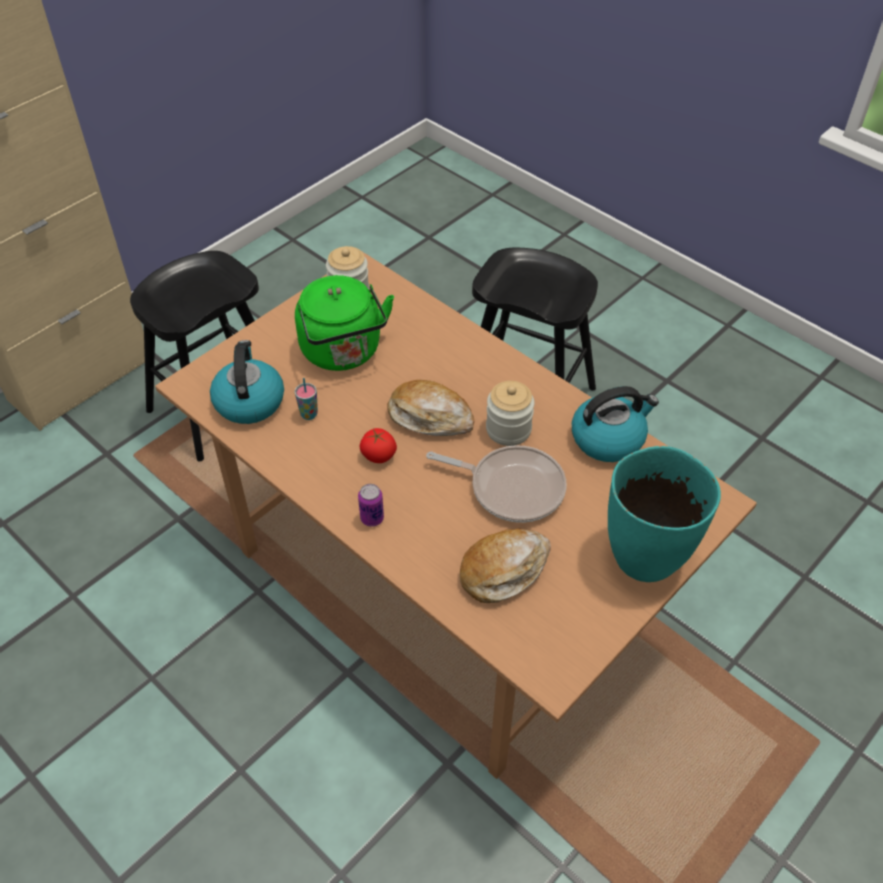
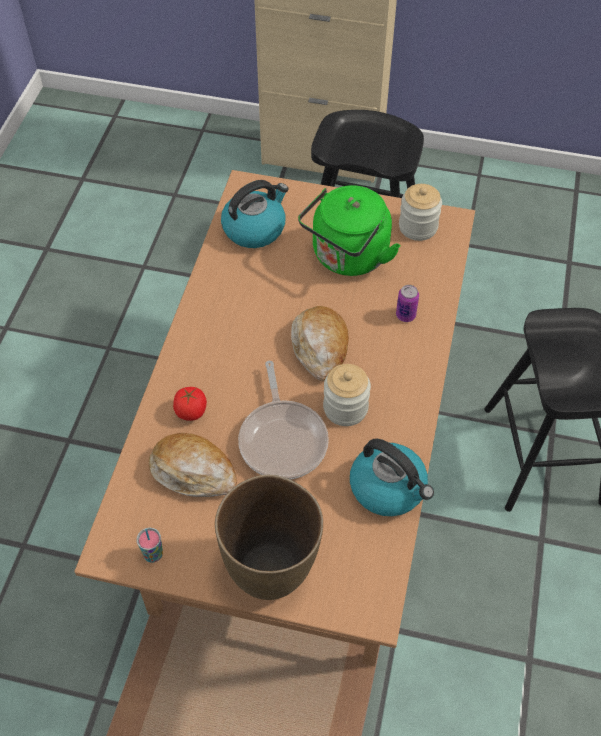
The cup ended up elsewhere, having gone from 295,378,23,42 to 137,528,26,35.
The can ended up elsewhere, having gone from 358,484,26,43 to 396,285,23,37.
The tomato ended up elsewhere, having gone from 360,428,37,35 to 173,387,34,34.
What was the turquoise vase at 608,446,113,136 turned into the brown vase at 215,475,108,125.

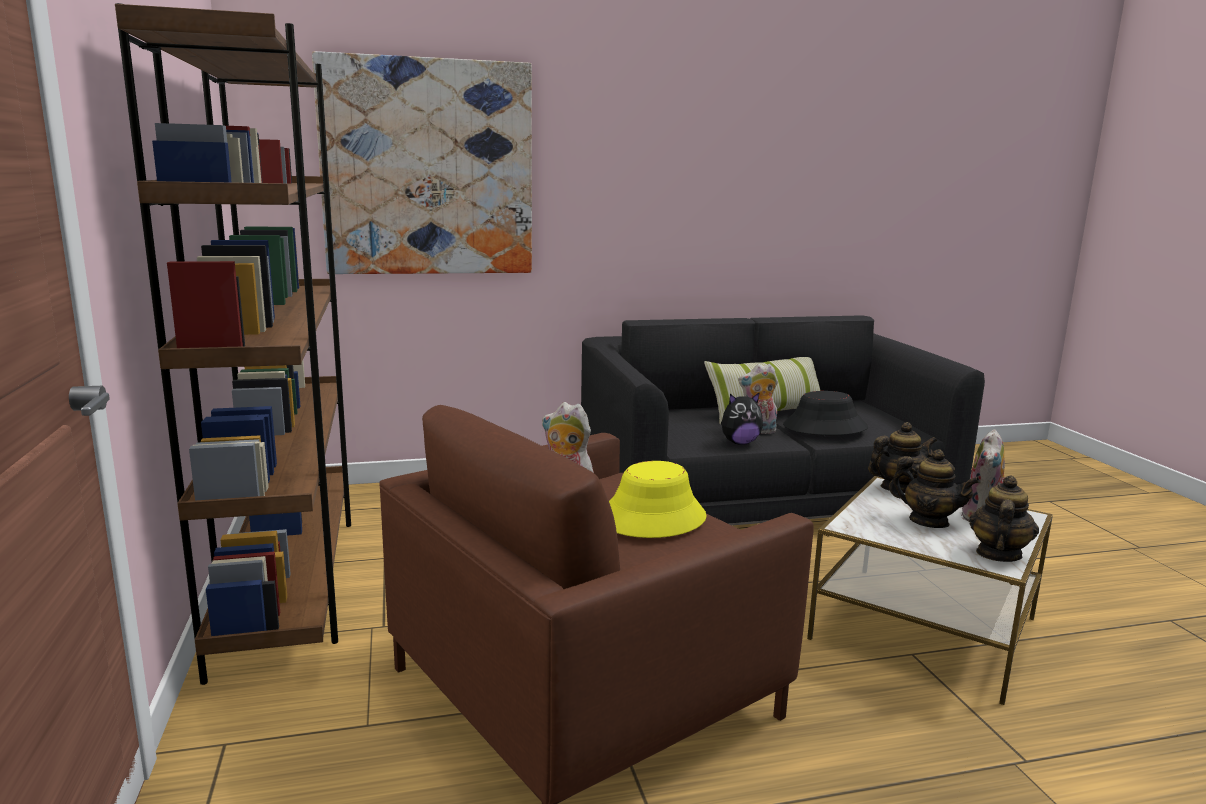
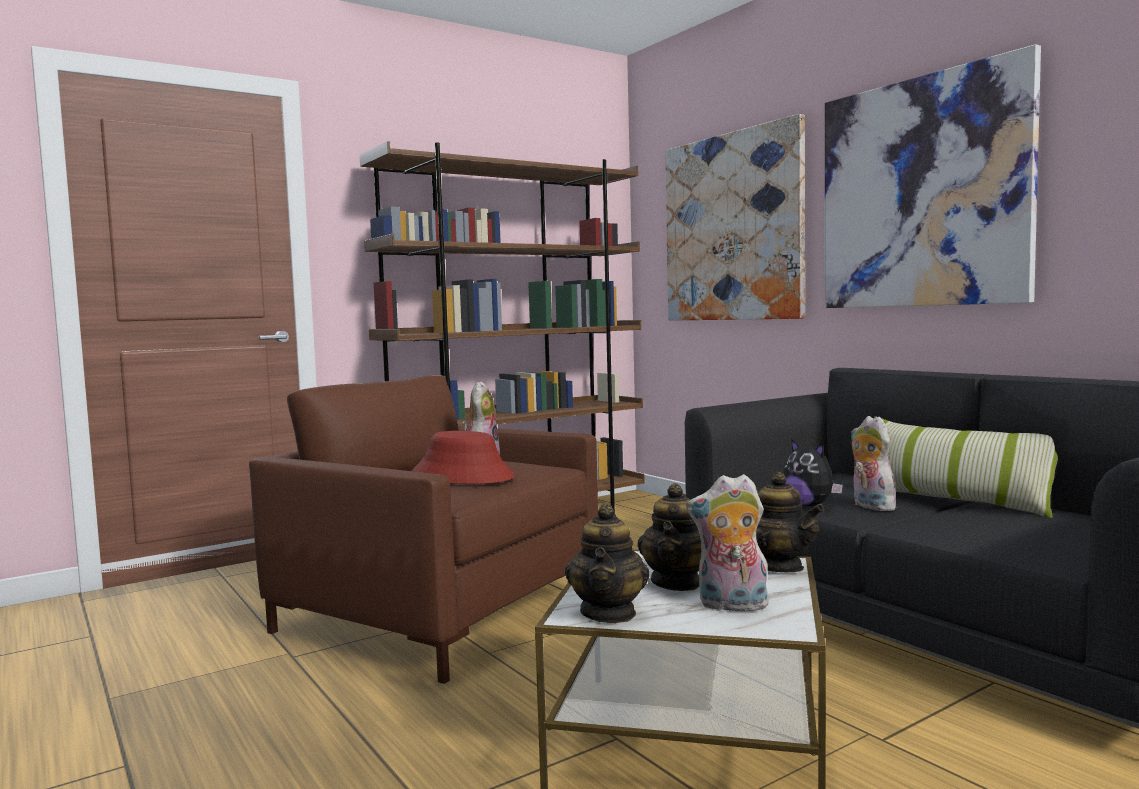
The second view lost the black hat at 783,391,85,44.
The second view gained the picture at 824,44,217,264.
What was the yellow hat at 609,461,98,77 turned into the red hat at 412,431,103,53.
The teapot at 969,476,70,86 ended up facing another way, 90 degrees clockwise from before.

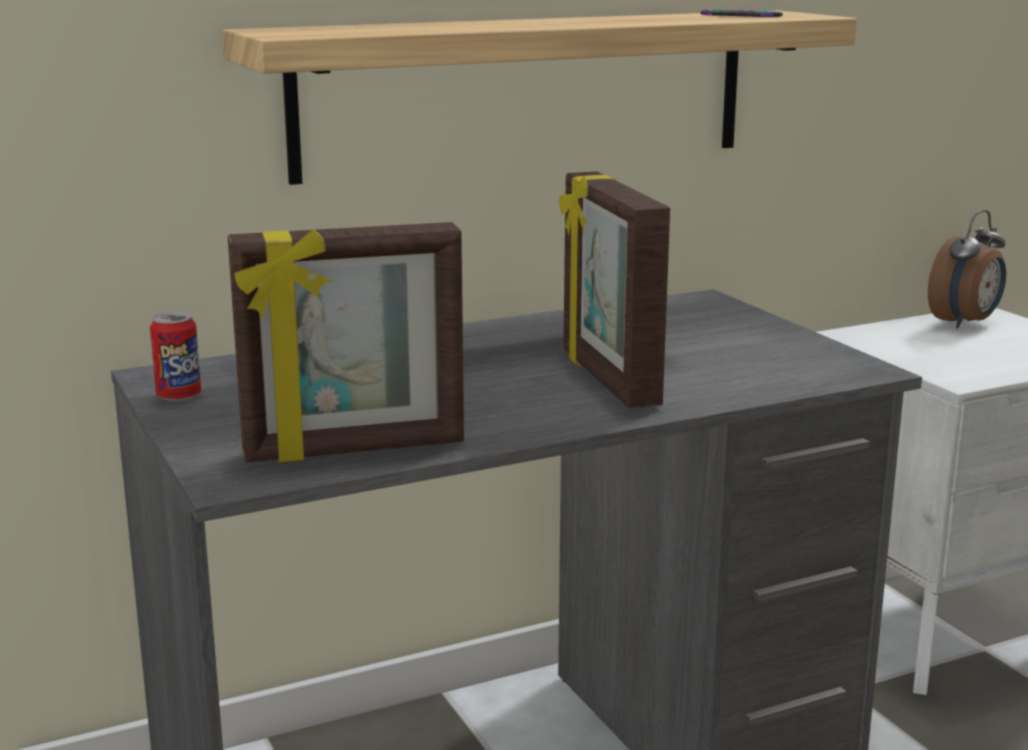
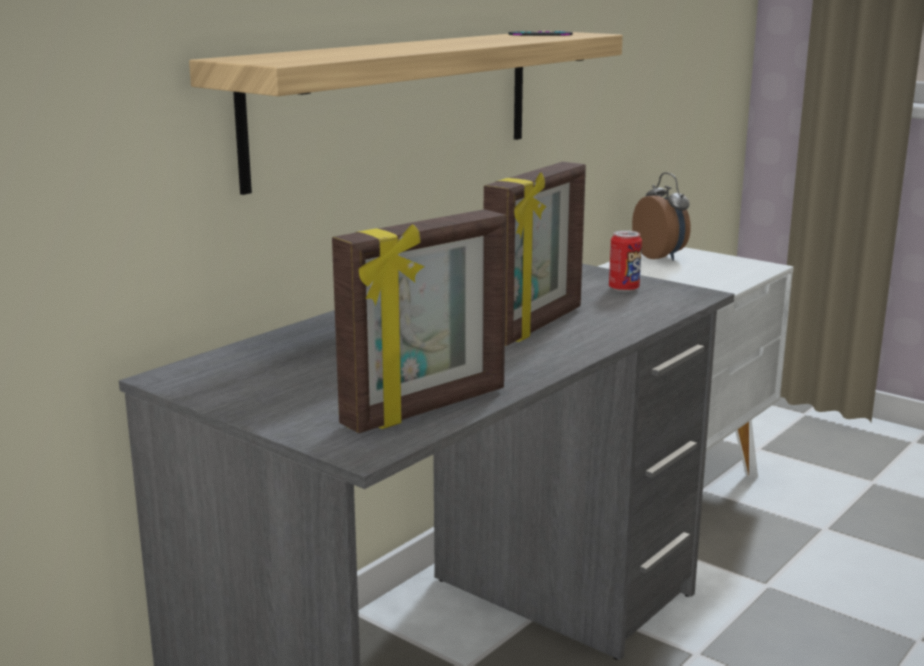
The can ended up elsewhere, having gone from 150,312,51,90 to 609,230,33,62.
The picture frame at 560,171,110,237 ended up facing another way, 105 degrees counterclockwise from before.
The alarm clock at 928,210,78,119 ended up facing another way, 45 degrees counterclockwise from before.

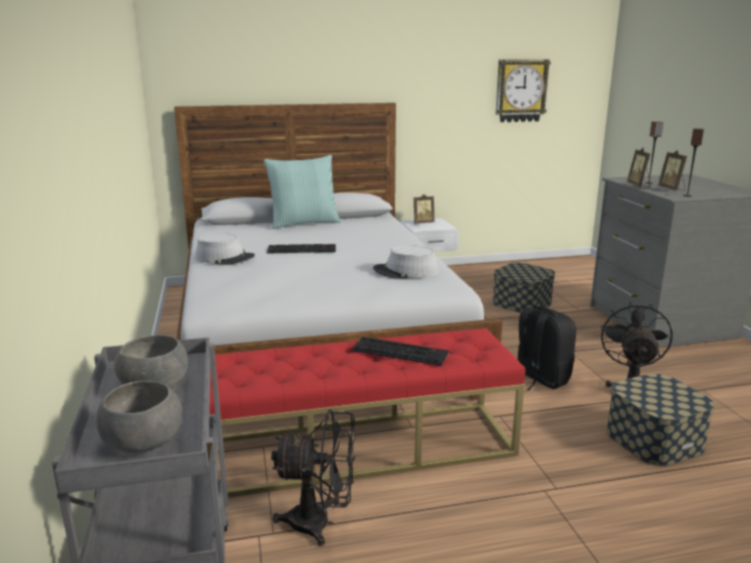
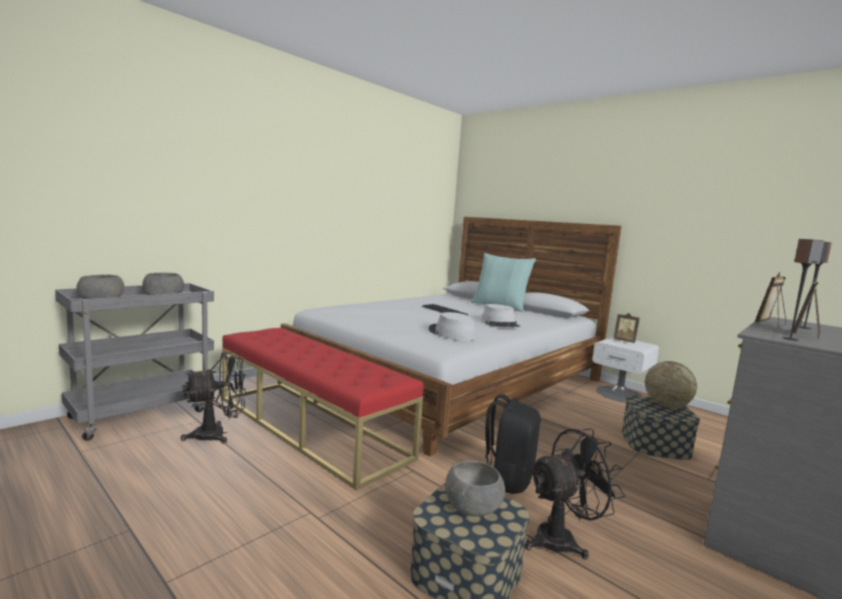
The second view lost the keyboard at 351,337,98,29.
The second view lost the wall clock at 495,59,56,63.
The second view gained the grey bowl at 445,461,60,55.
The second view gained the globe at 645,361,52,47.
The grey hat ended up elsewhere, having gone from 195,233,60,32 to 481,304,39,23.
The black fan at 271,409,85,137 ended up facing another way, 90 degrees counterclockwise from before.

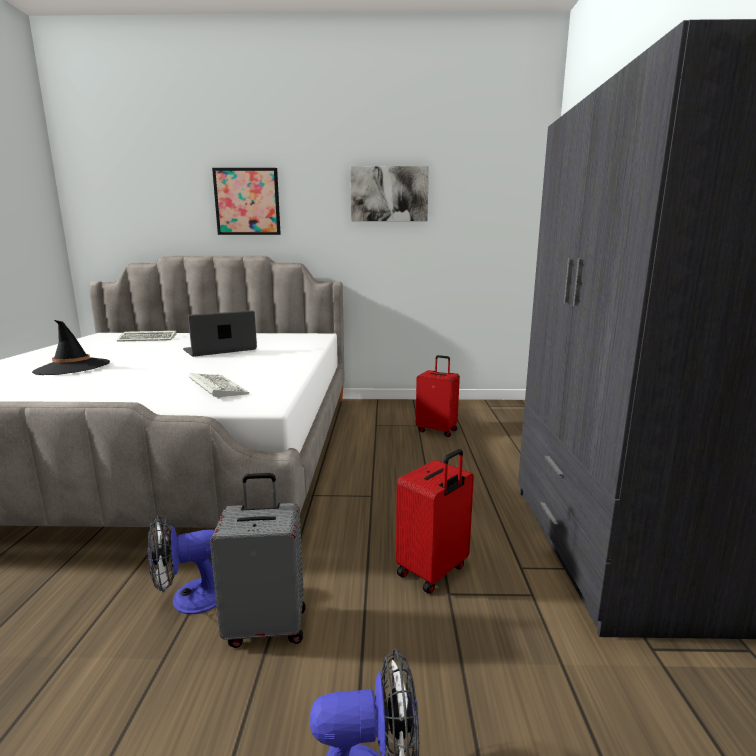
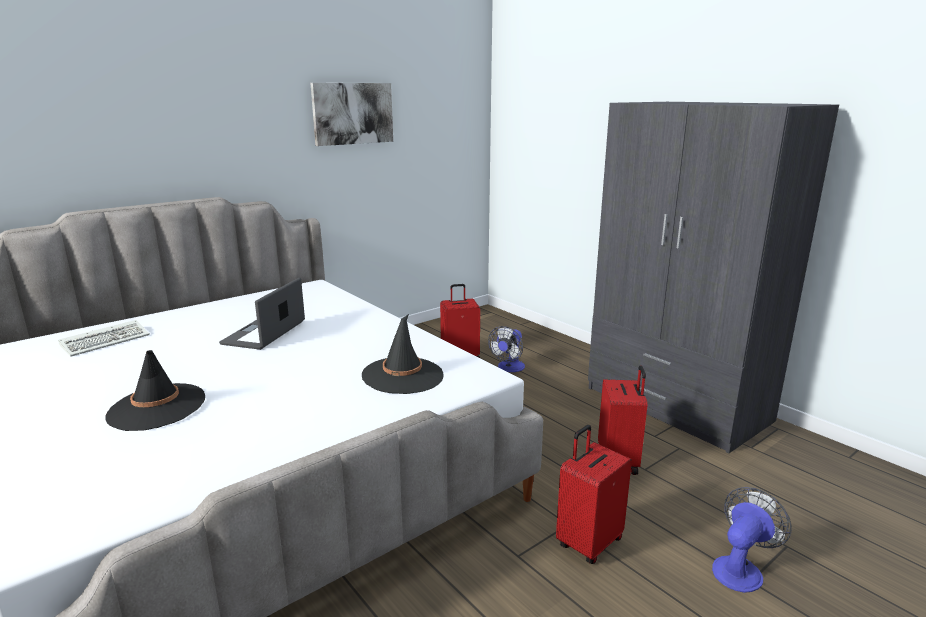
The second view lost the picture at 212,168,69,67.
The fan ended up elsewhere, having gone from 148,515,69,99 to 488,326,37,46.
Where the keyboard stood at 189,373,60,26, the black hat came to stand at 362,314,82,80.
What was the grey suitcase at 210,473,95,175 turned into the red suitcase at 556,425,76,139.

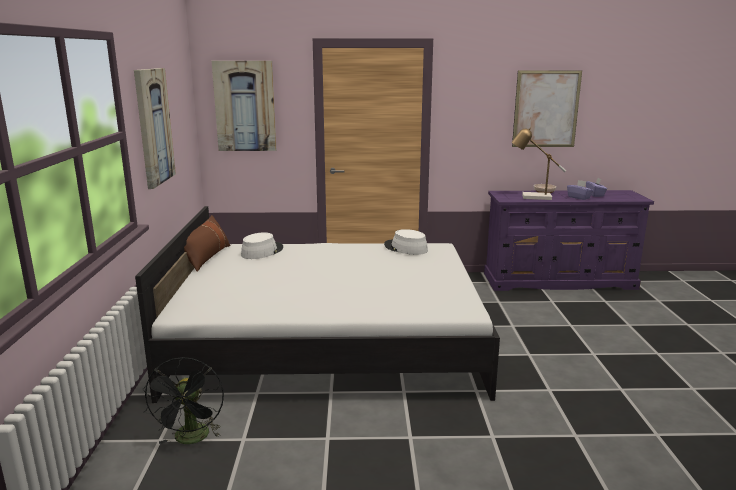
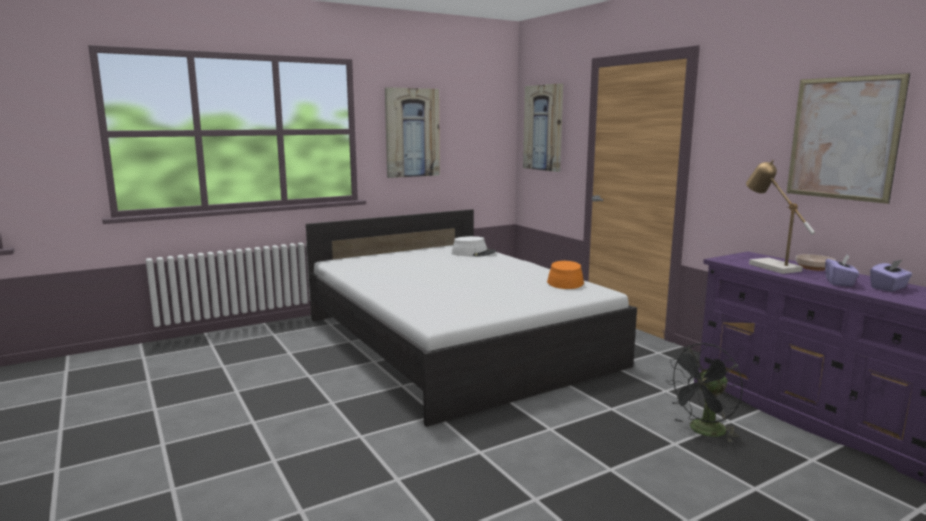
The second view lost the brown pillow at 184,215,47,57.
The black fan ended up elsewhere, having gone from 143,357,81,87 to 665,343,78,100.
What was the white hat at 384,229,44,26 turned into the orange hat at 547,261,37,28.

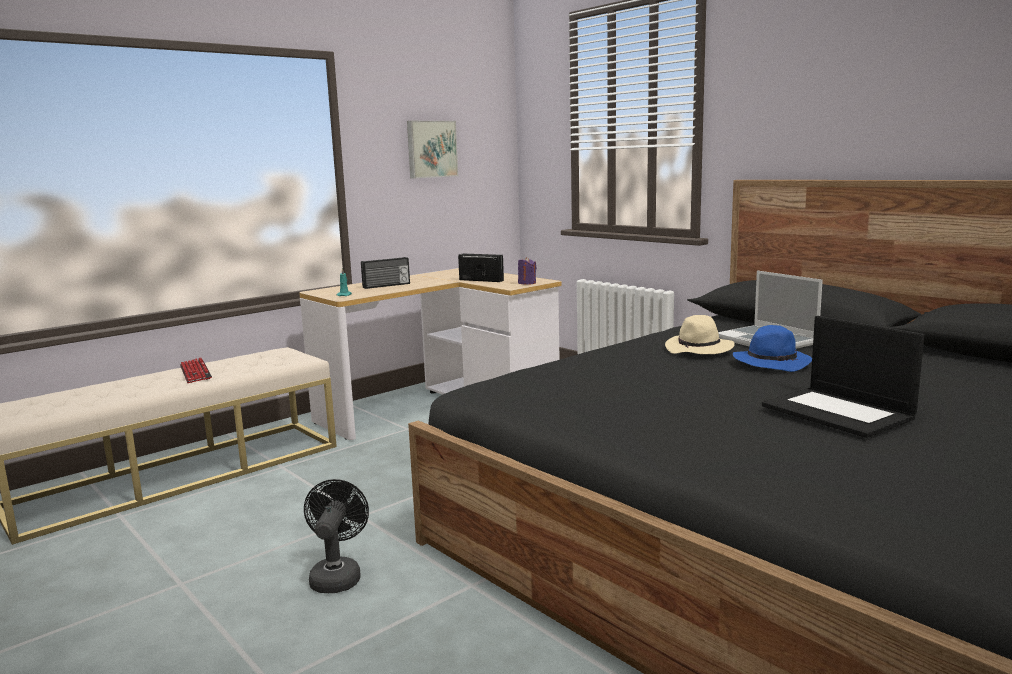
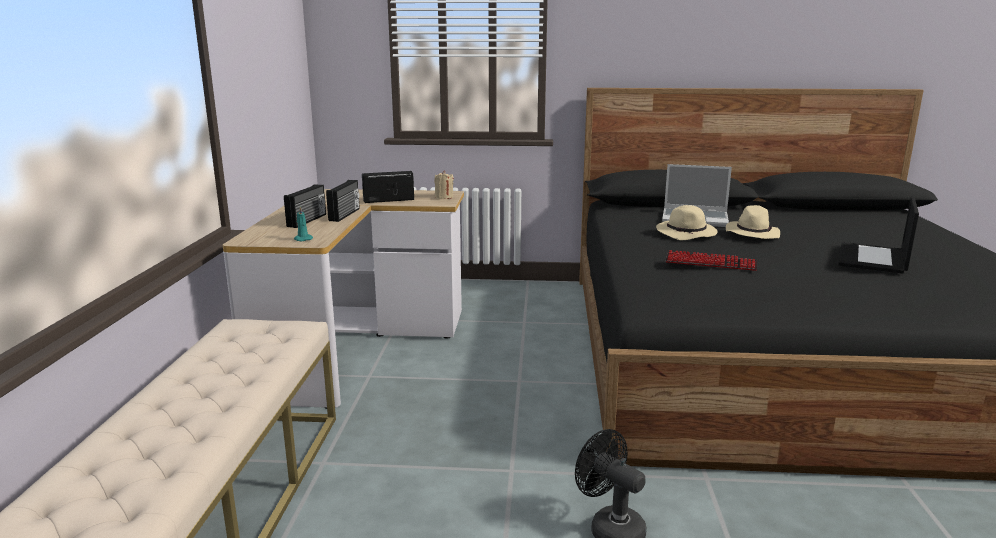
The second view lost the picture at 407,121,51,57.
The second view gained the radio at 326,180,34,42.
The keyboard ended up elsewhere, having gone from 180,358,32,25 to 666,250,91,21.
What was the purple candle at 518,257,19,28 turned into the beige candle at 434,170,20,29.
What was the blue hat at 733,325,79,47 turned into the beige hat at 726,205,54,34.
The laptop at 762,316,162,122 ended up facing another way, 105 degrees clockwise from before.

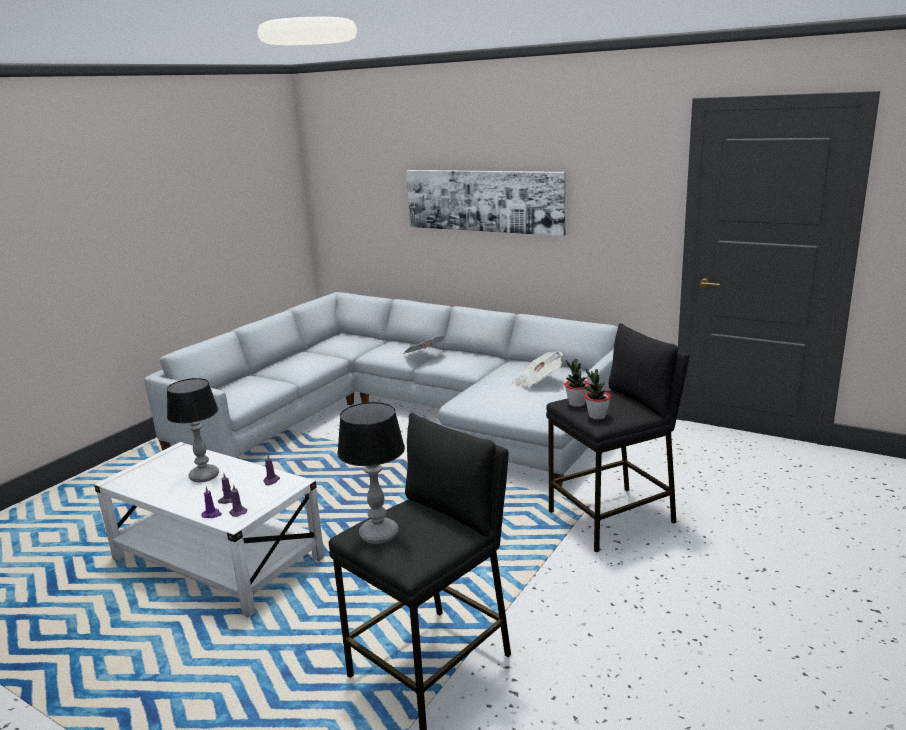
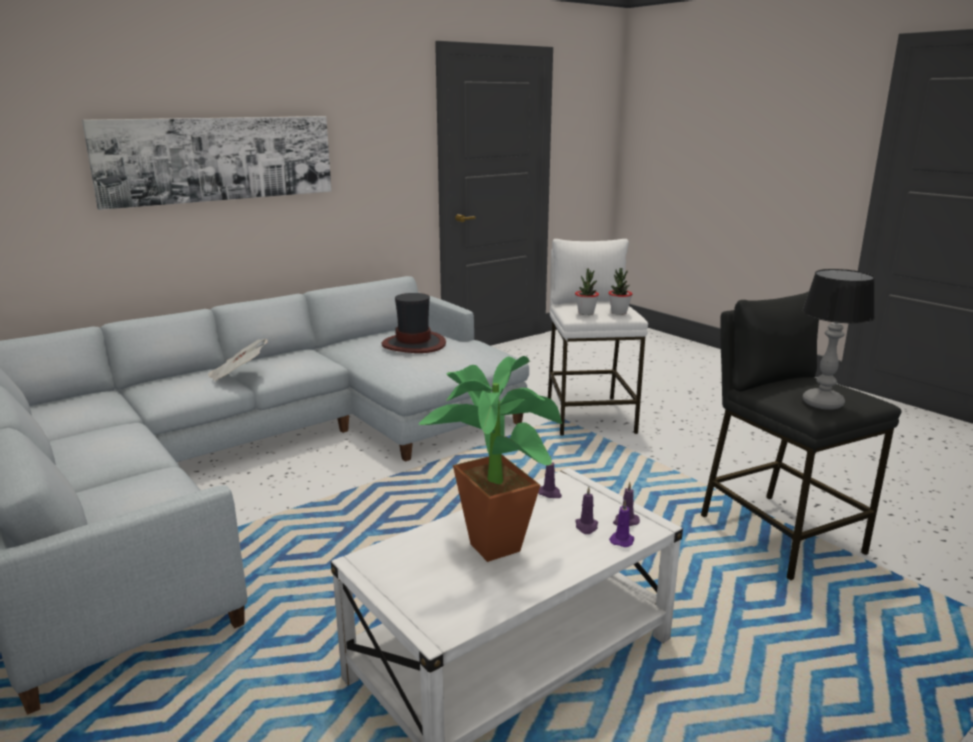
Where the table lamp stood at 167,378,52,104, the potted plant came to stand at 419,356,144,206.
Where the newspaper stood at 513,351,50,37, the hat came to stand at 381,293,65,60.
What was the black stool at 546,323,143,229 turned into the white stool at 548,239,100,196.

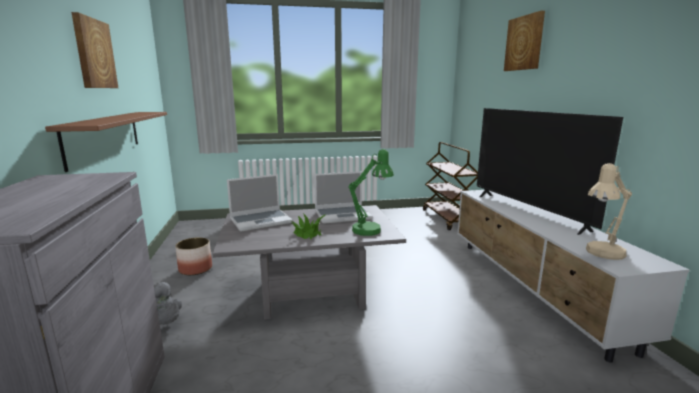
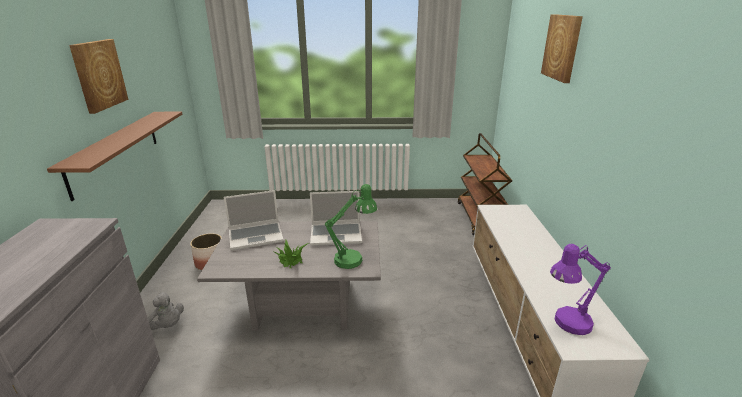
The second view lost the television at 477,108,146,127.
What was the beige table lamp at 586,163,46,97 turned into the purple table lamp at 550,244,61,91.

